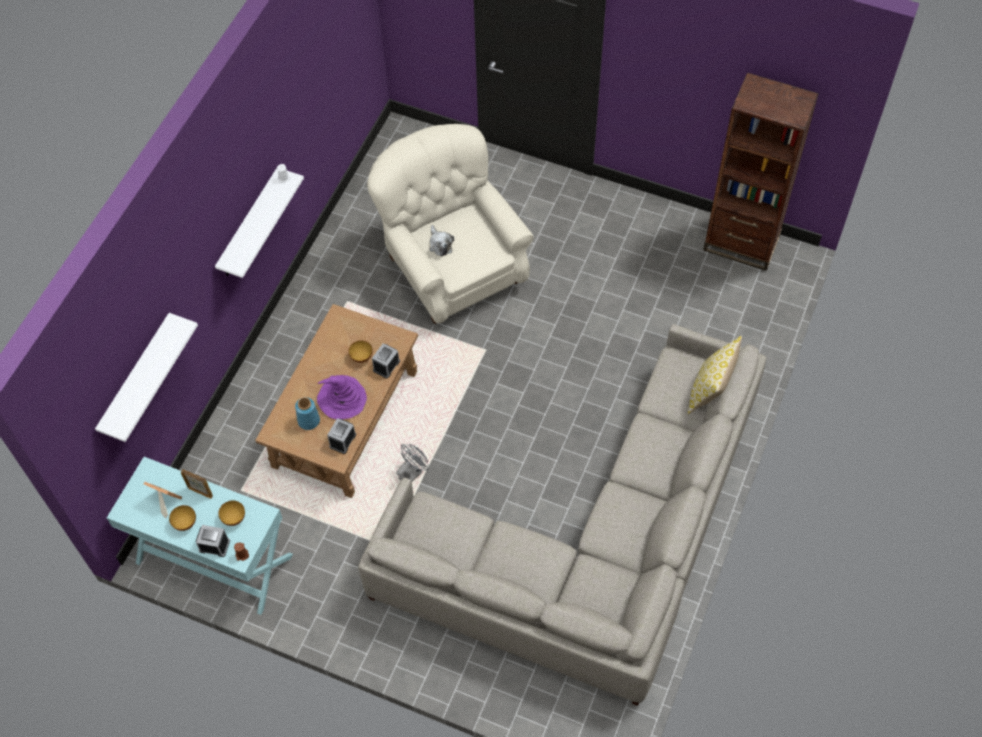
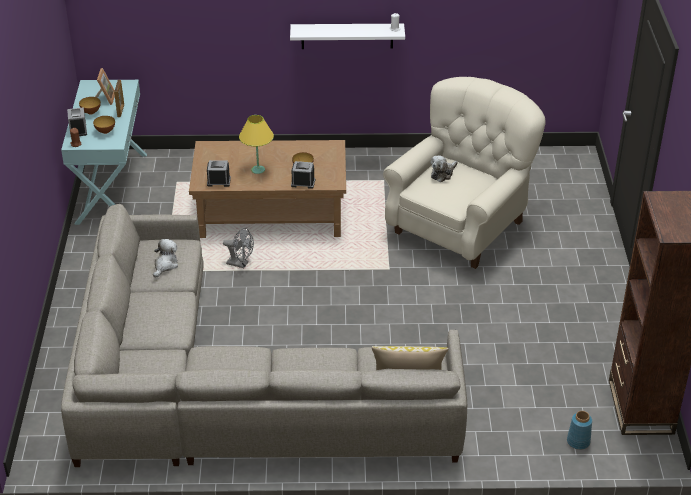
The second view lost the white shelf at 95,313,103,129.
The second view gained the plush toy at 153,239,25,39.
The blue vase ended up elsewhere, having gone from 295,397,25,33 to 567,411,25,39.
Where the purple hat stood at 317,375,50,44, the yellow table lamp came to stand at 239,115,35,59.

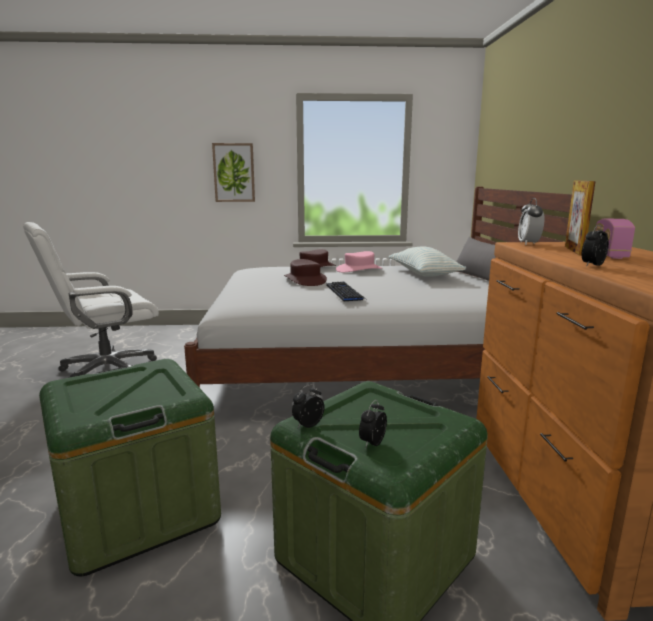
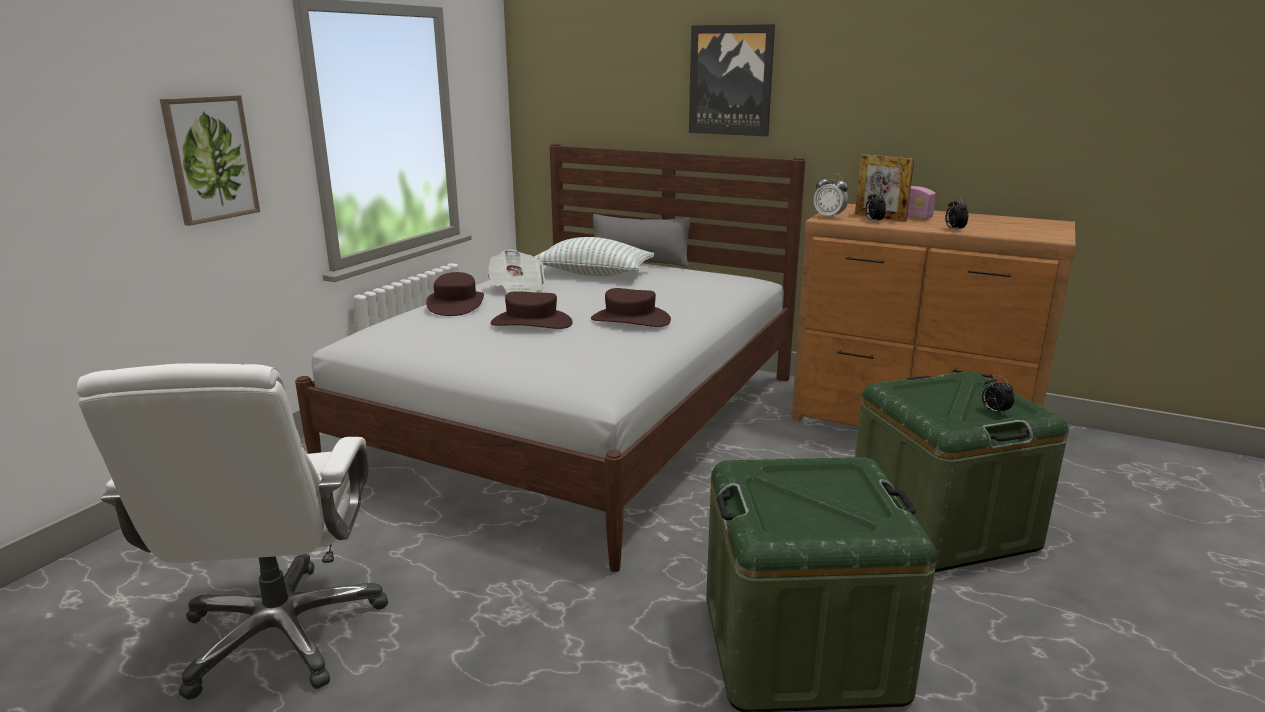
The second view gained the picture at 689,24,86,112.
The alarm clock ended up elsewhere, having gone from 292,384,33,44 to 865,190,21,32.
Where the keyboard stood at 326,282,40,19, the brown hat came to stand at 591,288,80,39.
Where the pink hat stood at 336,251,46,21, the newspaper came to stand at 487,249,58,44.

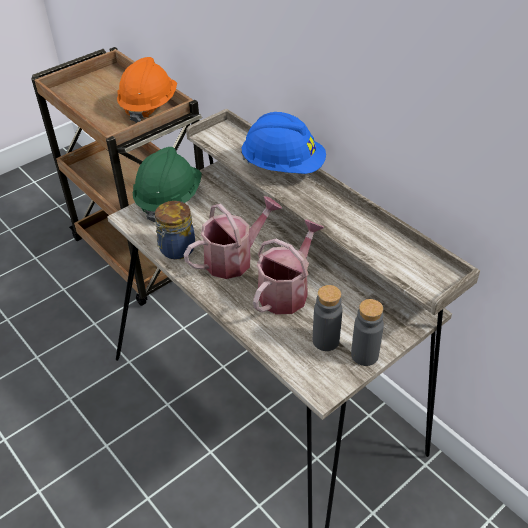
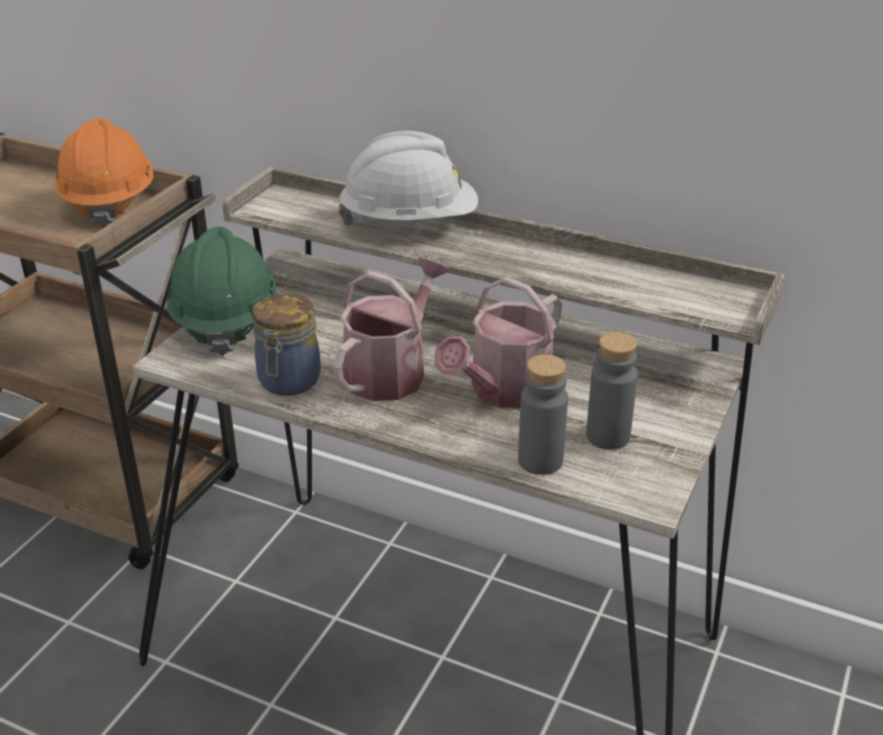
The grey bottle ended up elsewhere, having gone from 351,299,33,67 to 518,354,50,121.
What was the blue hard hat at 241,112,85,62 turned into the white hard hat at 338,131,140,94.
The watering can at 253,219,71,96 ended up facing another way, 150 degrees counterclockwise from before.

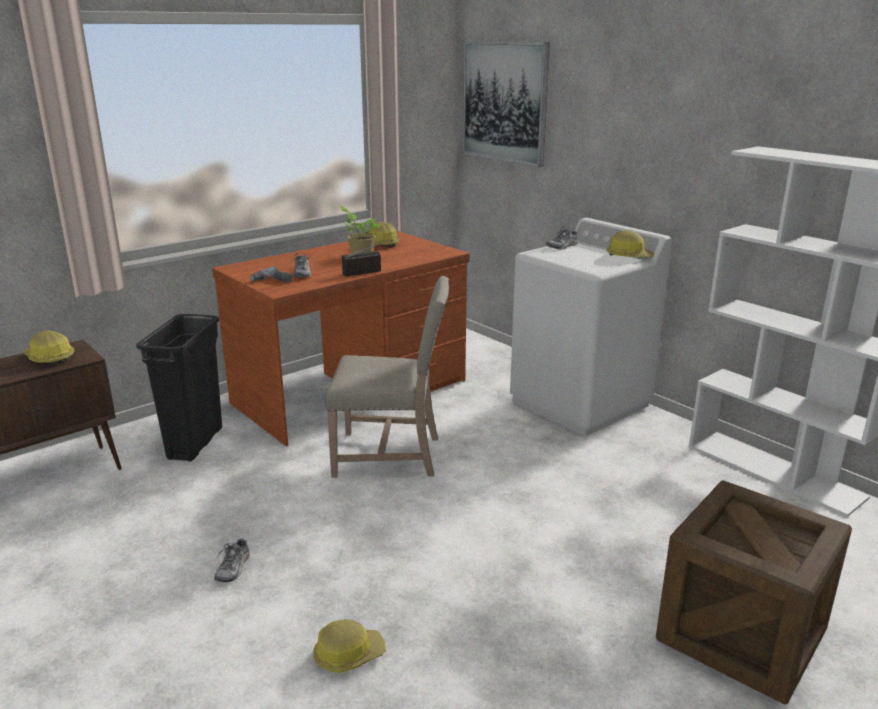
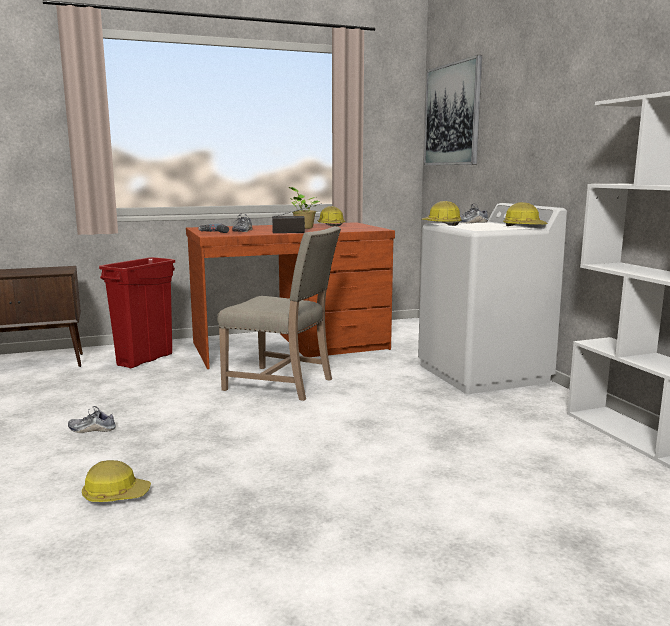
The second view lost the crate at 656,480,196,224.
The hard hat ended up elsewhere, having gone from 23,330,52,35 to 422,201,40,25.
What was the black trash can at 136,314,86,147 turned into the red trash can at 99,257,76,111.
The shoe at 214,539,36,44 ended up facing another way, 60 degrees clockwise from before.

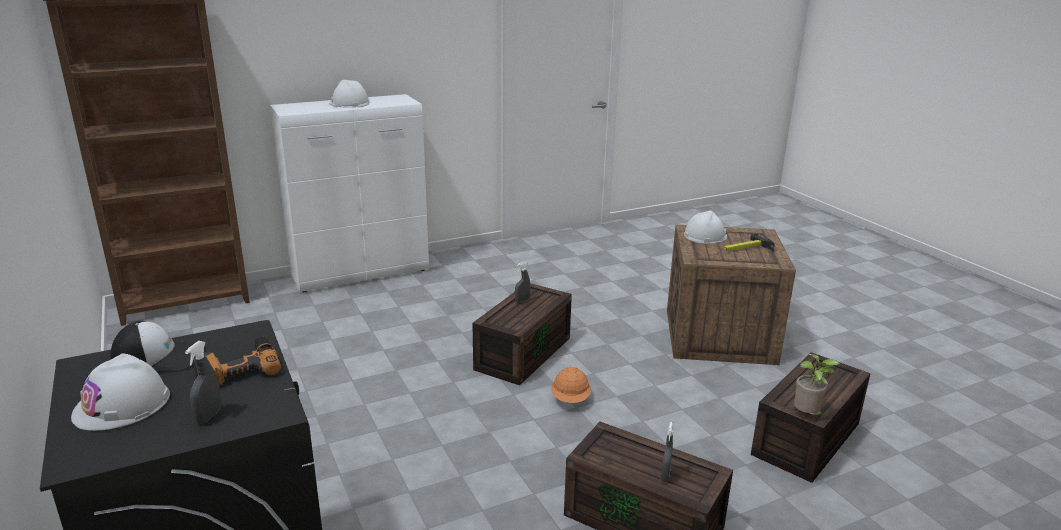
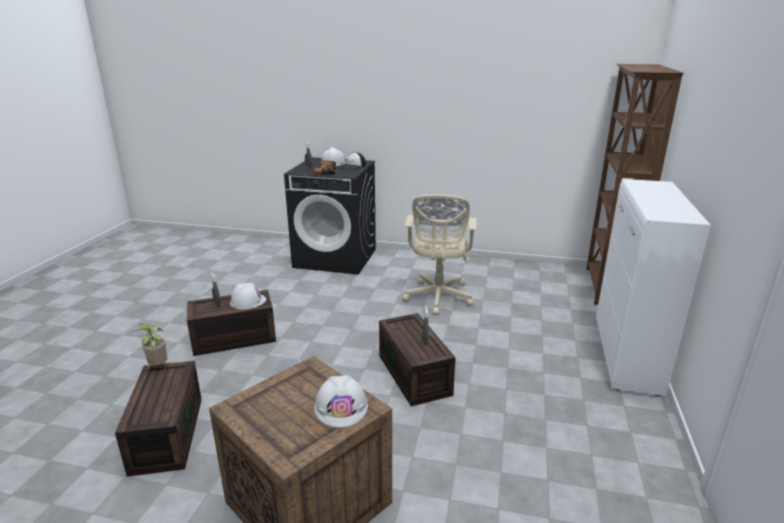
The second view lost the orange hard hat at 551,367,40,36.
The second view lost the hammer at 723,233,52,18.
The second view gained the beige office chair at 403,194,74,121.
The white hard hat ended up elsewhere, having gone from 329,80,41,28 to 230,283,36,26.

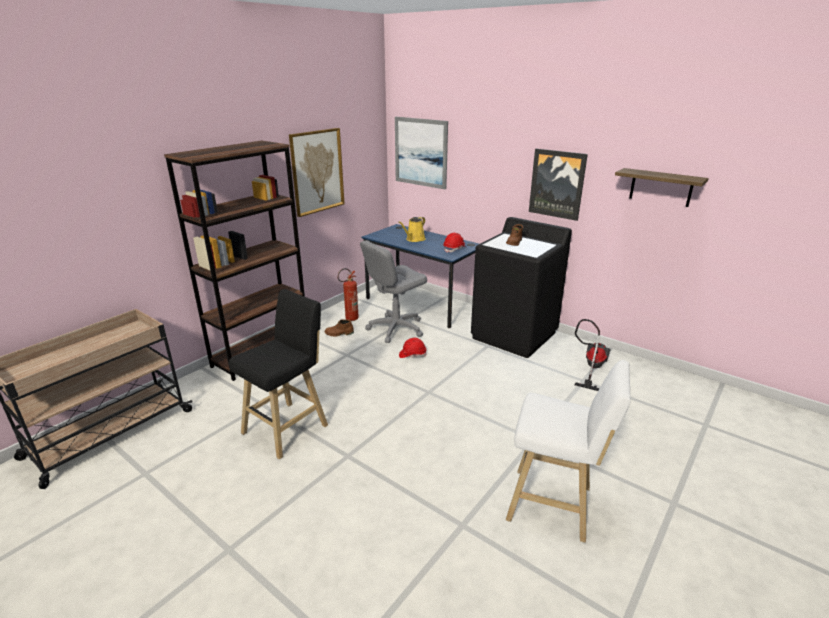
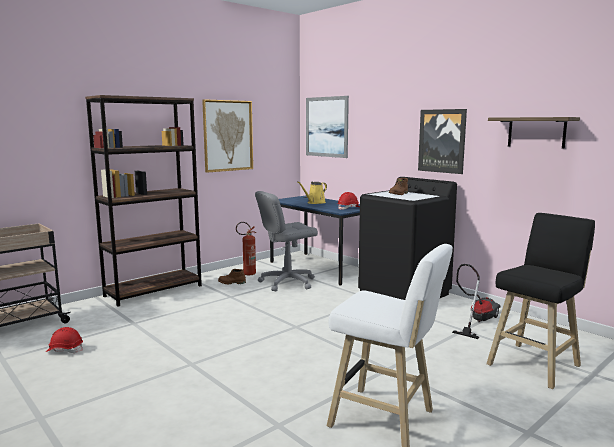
The black stool ended up elsewhere, having gone from 229,289,99,170 to 486,213,109,176.
The red hard hat ended up elsewhere, having gone from 399,338,27,20 to 46,327,37,26.

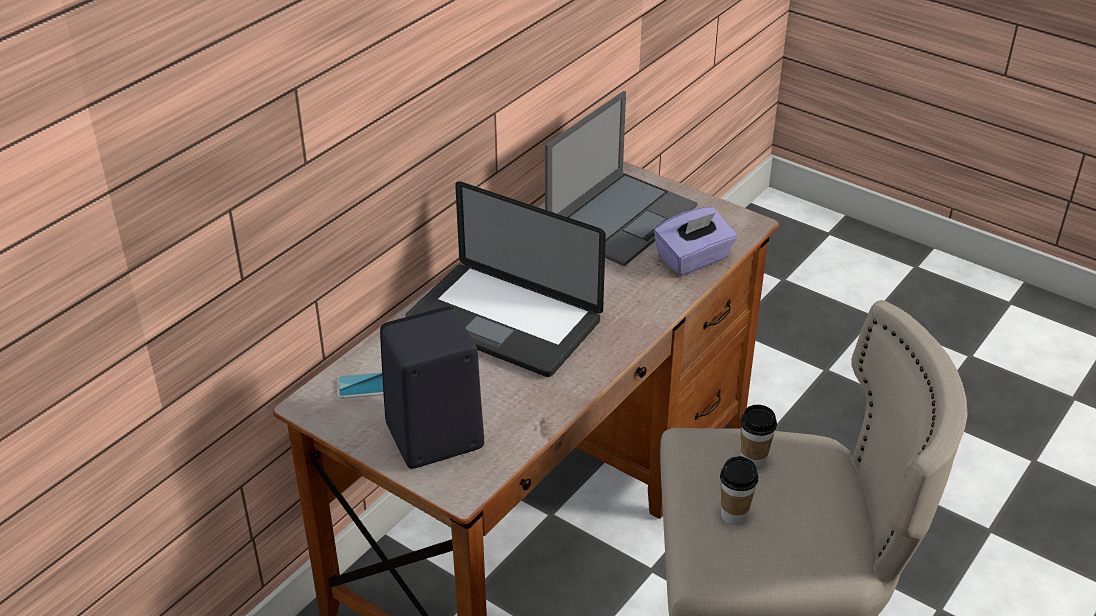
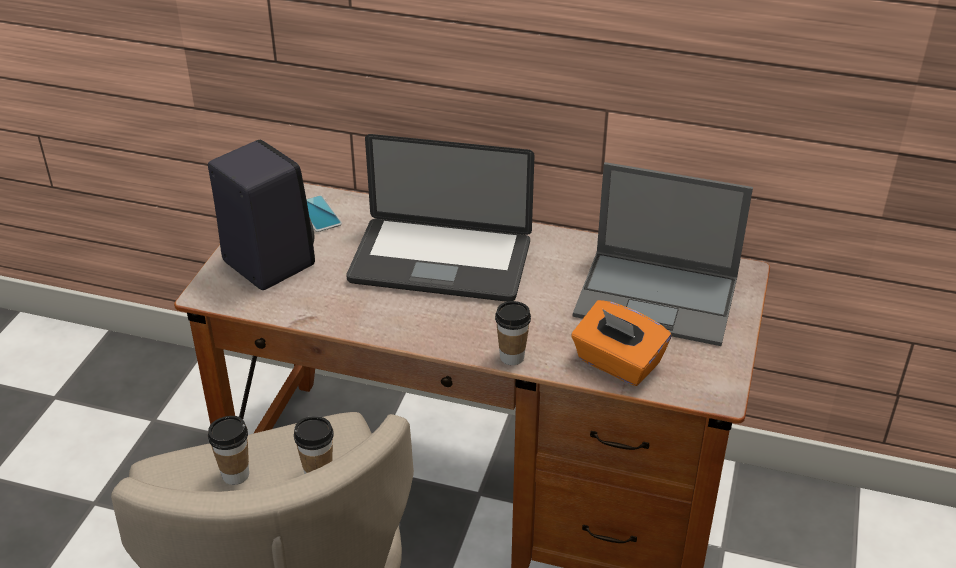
The second view gained the cup at 495,301,36,64.
What was the purple tissue box at 653,207,84,69 turned into the orange tissue box at 571,300,100,86.
The laptop at 406,181,200,196 ended up facing another way, 90 degrees counterclockwise from before.

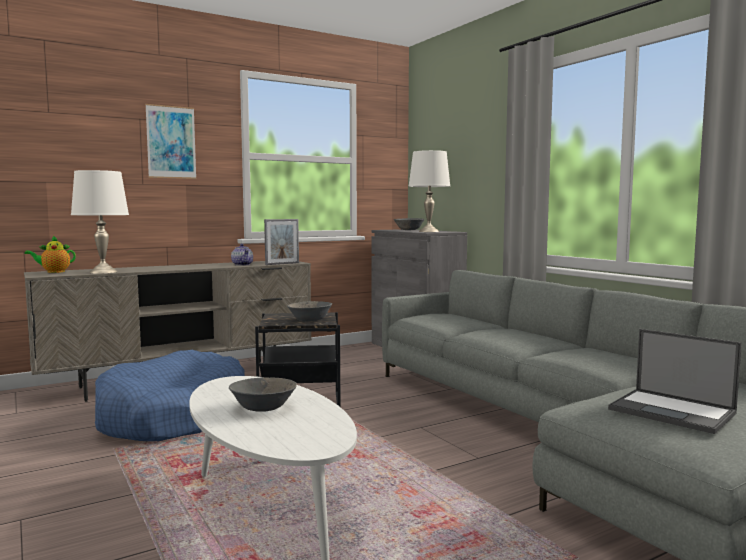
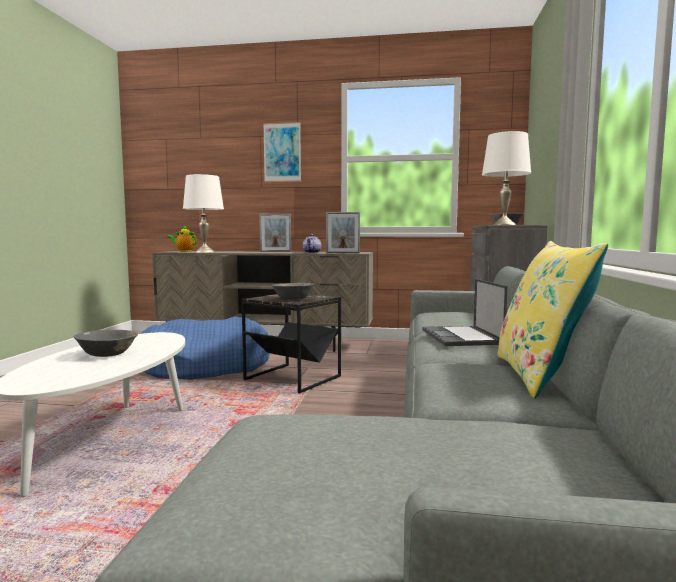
The second view gained the picture frame at 259,214,32,38.
The second view gained the yellow pillow at 497,241,111,157.
The laptop ended up elsewhere, having gone from 608,329,134,105 to 423,279,85,67.

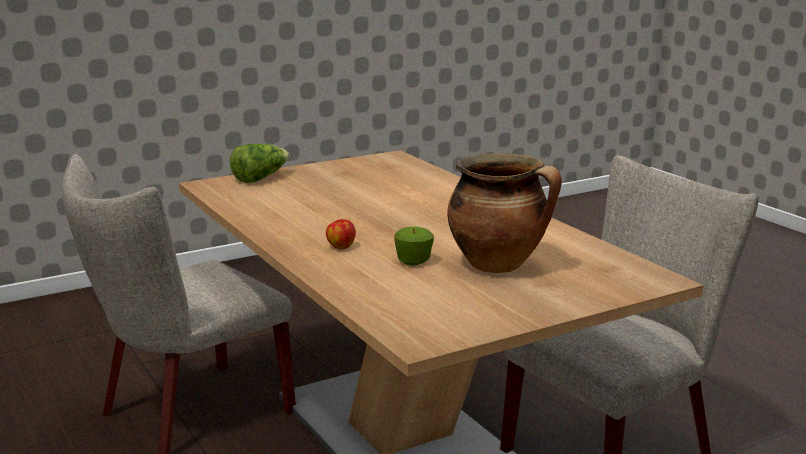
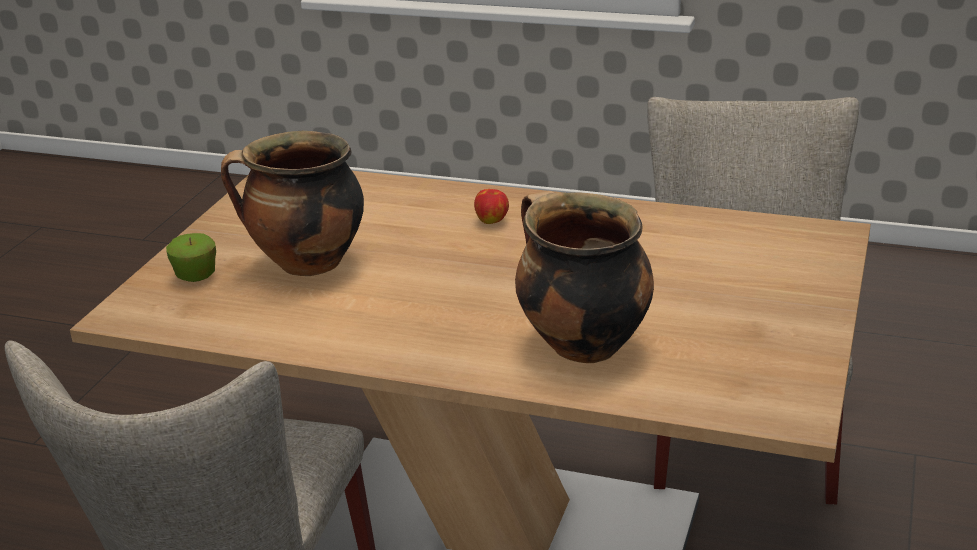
The second view lost the lettuce at 230,144,59,39.
The second view gained the cooking pot at 515,191,139,172.
The apple ended up elsewhere, having gone from 394,227,40,38 to 166,233,50,49.

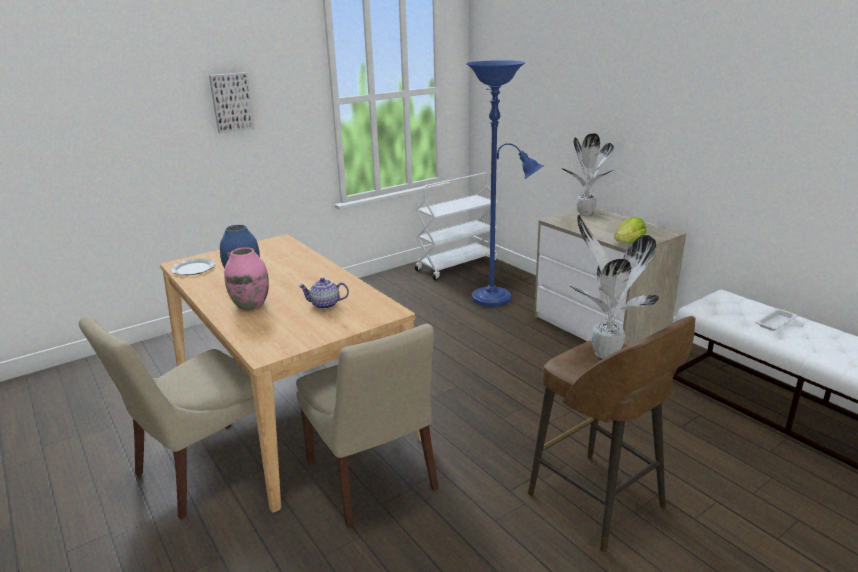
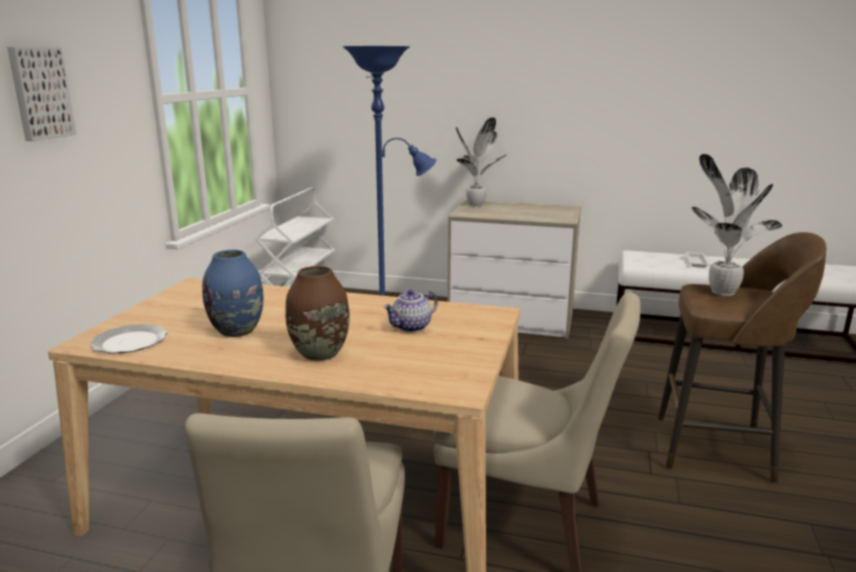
The second view lost the lettuce at 614,217,32,26.
What was the pink vase at 224,247,45,63 turned into the brown vase at 285,266,65,95.

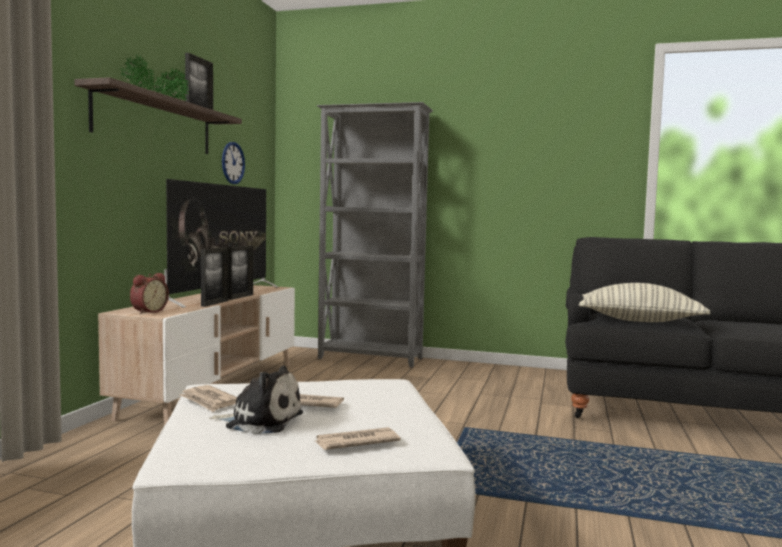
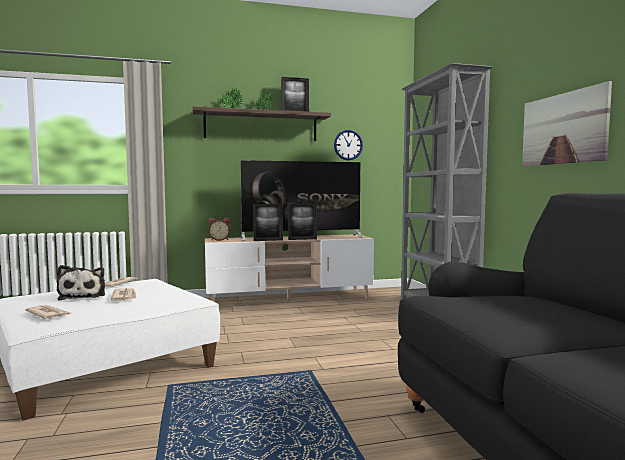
The second view lost the pillow at 579,283,131,39.
The second view gained the picture at 522,81,90,86.

